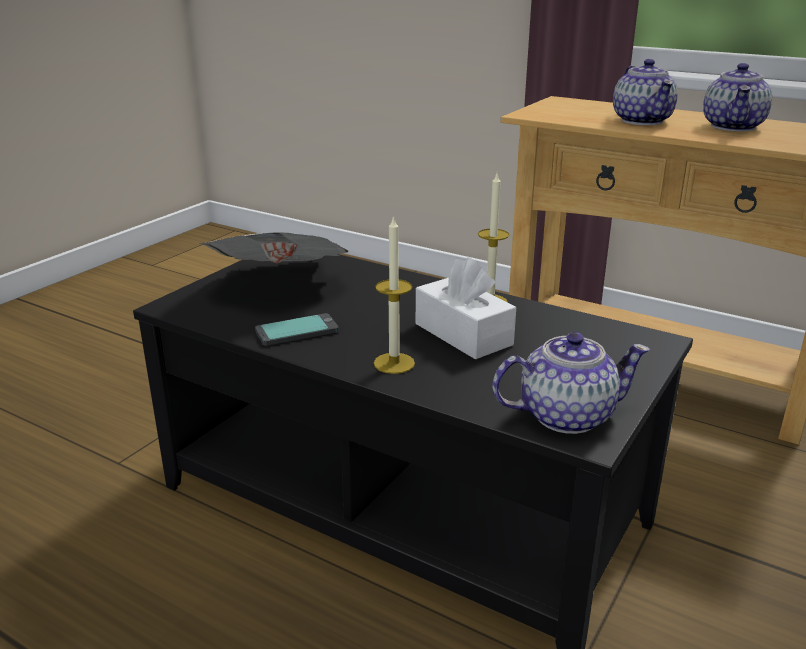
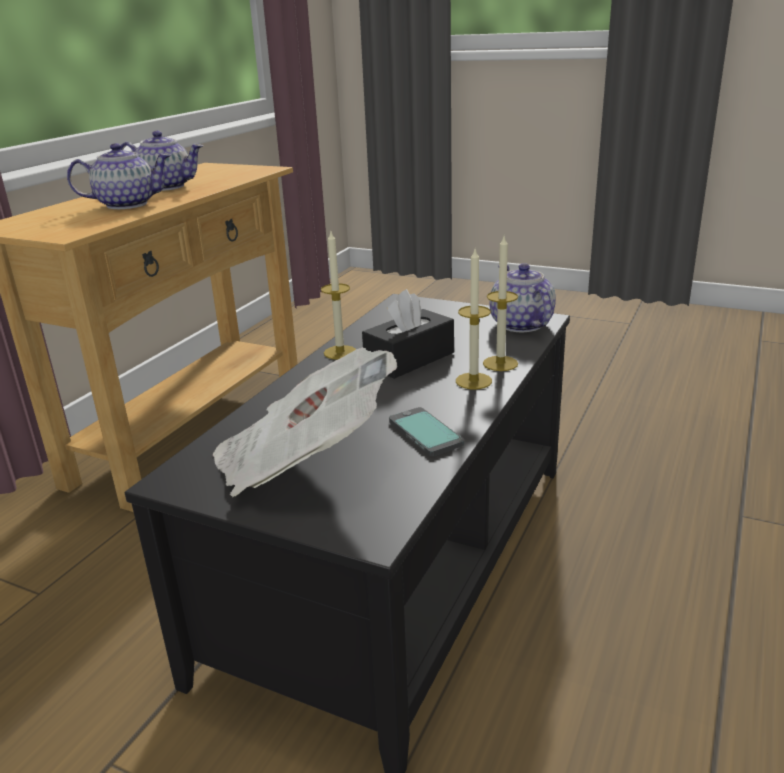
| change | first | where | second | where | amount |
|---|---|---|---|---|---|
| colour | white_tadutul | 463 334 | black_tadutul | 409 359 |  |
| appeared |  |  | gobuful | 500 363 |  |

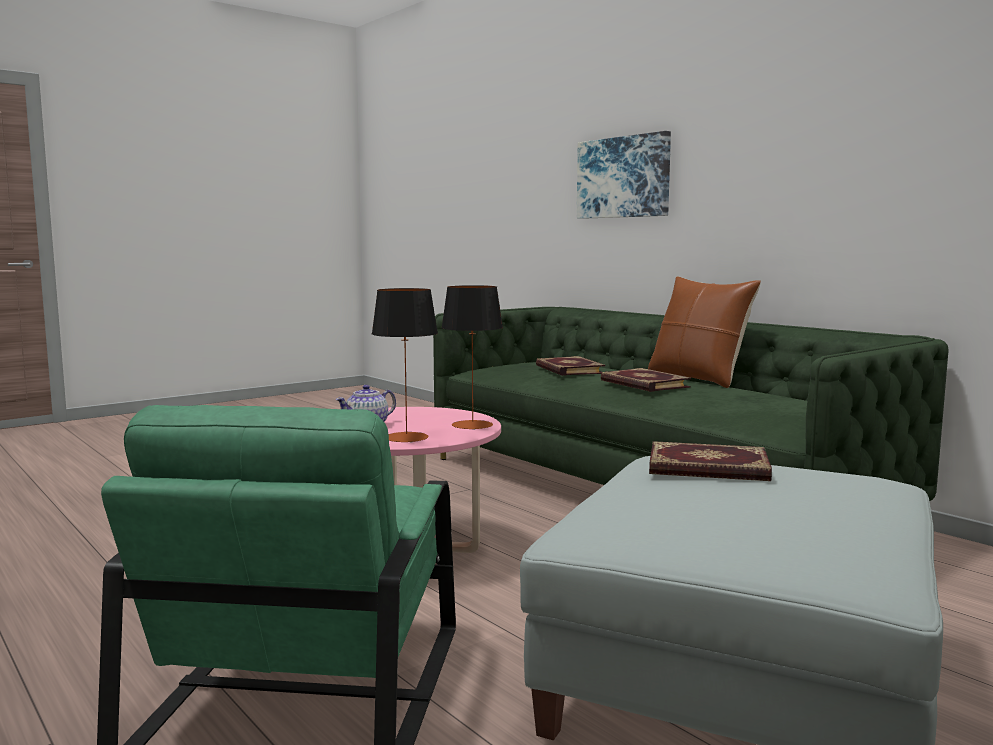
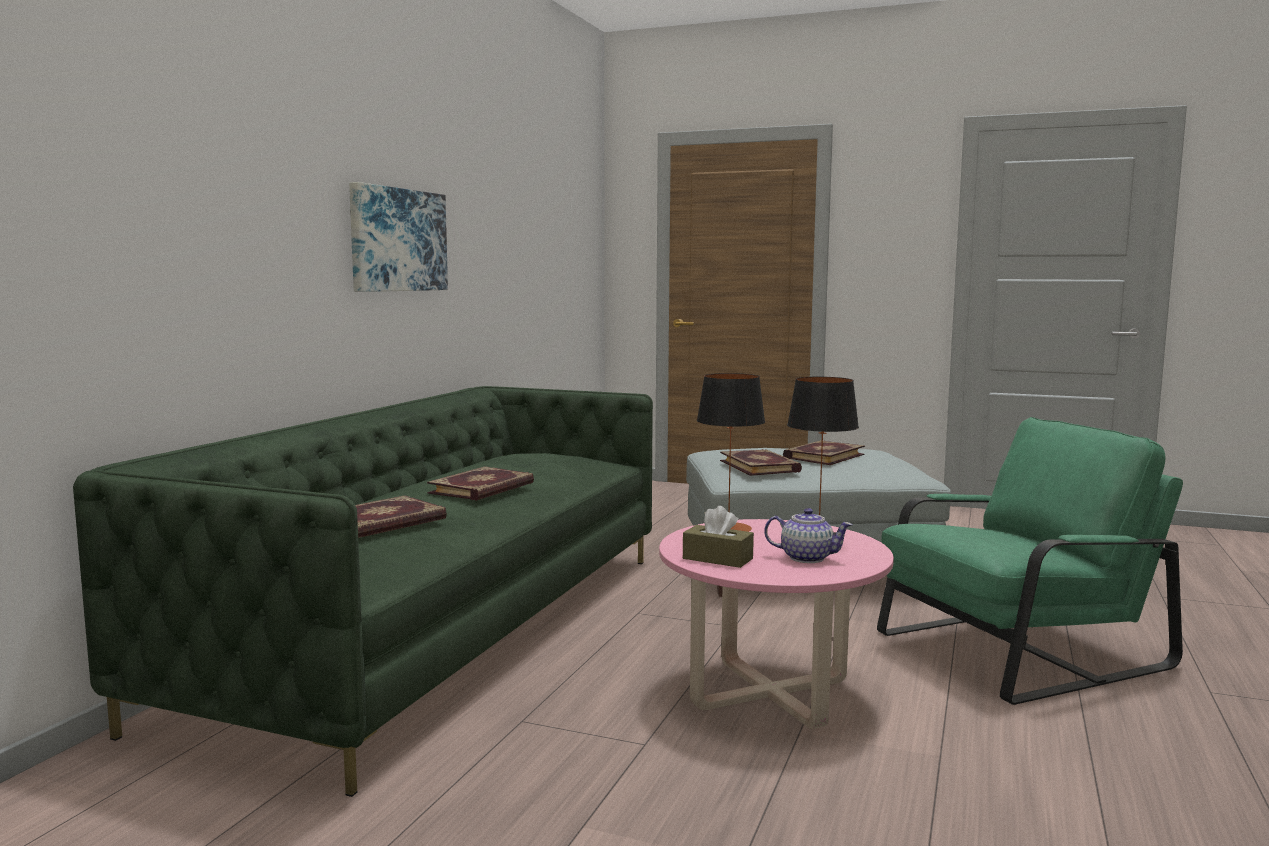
| change | first | where | second | where | amount |
|---|---|---|---|---|---|
| relocated | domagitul | 624 177 |  | 397 240 |  |
| appeared |  |  | brown_tadutul | 717 559 |  |
| appeared |  |  | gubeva | 823 456 |  |
| missing | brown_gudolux | 698 378 |  |  |  |

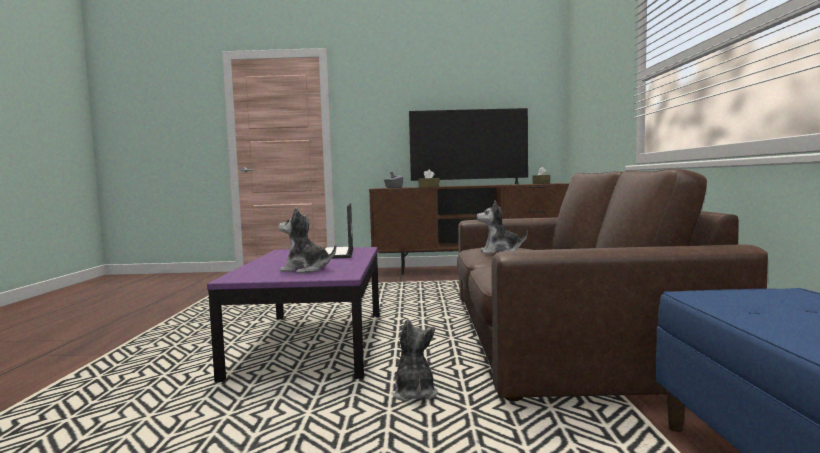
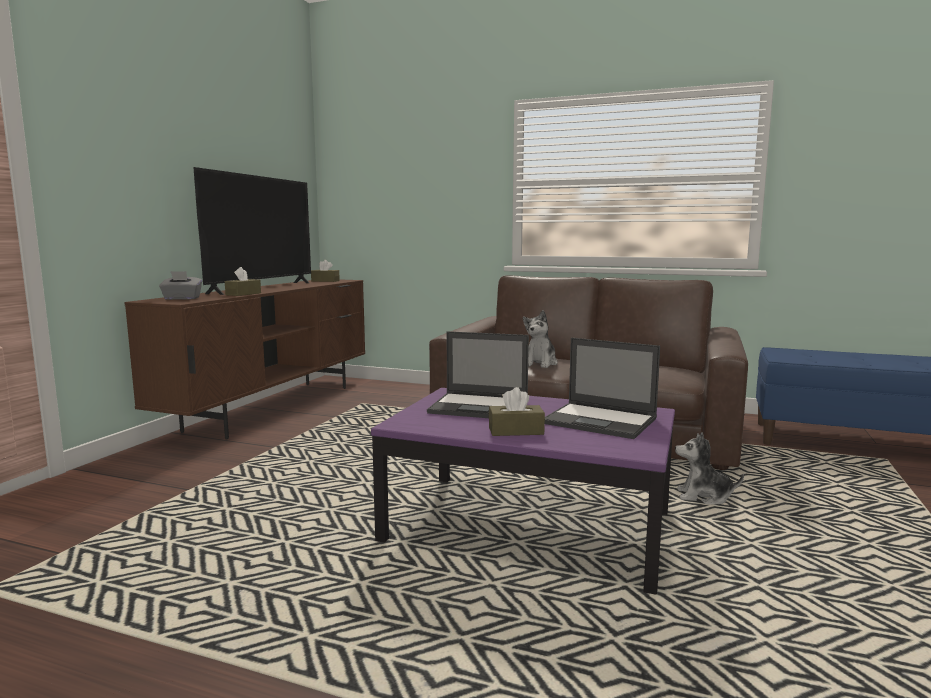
| change | first | where | second | where | amount |
|---|---|---|---|---|---|
| appeared |  |  | brown_tadutul | 516 431 |  |
| exchanged | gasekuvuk | 306 269 | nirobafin | 601 421 |  |

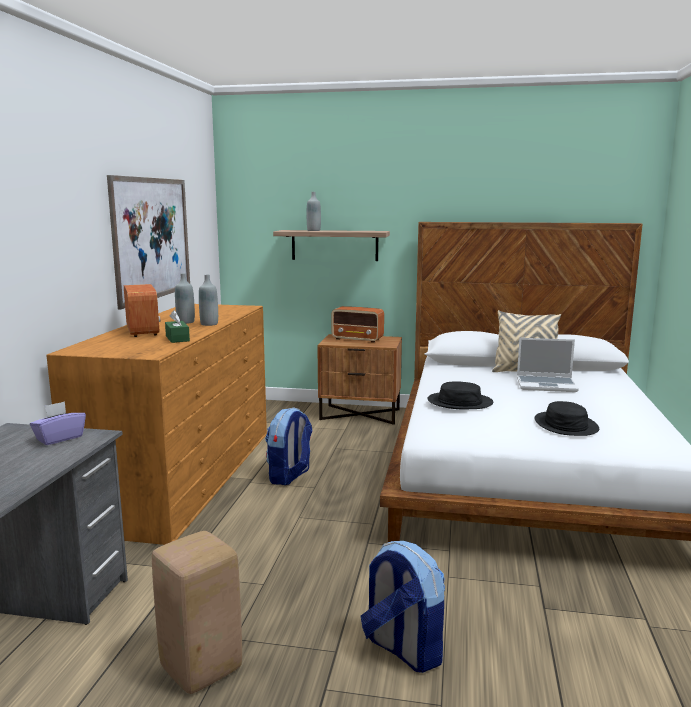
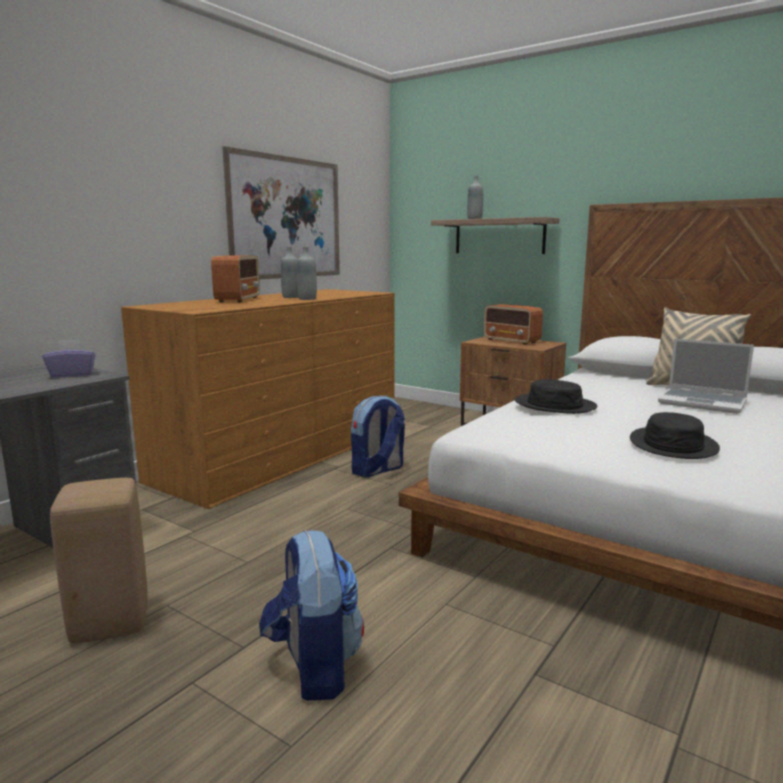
| change | first | where | second | where | amount |
|---|---|---|---|---|---|
| missing | green_tadutul | 177 338 |  |  |  |

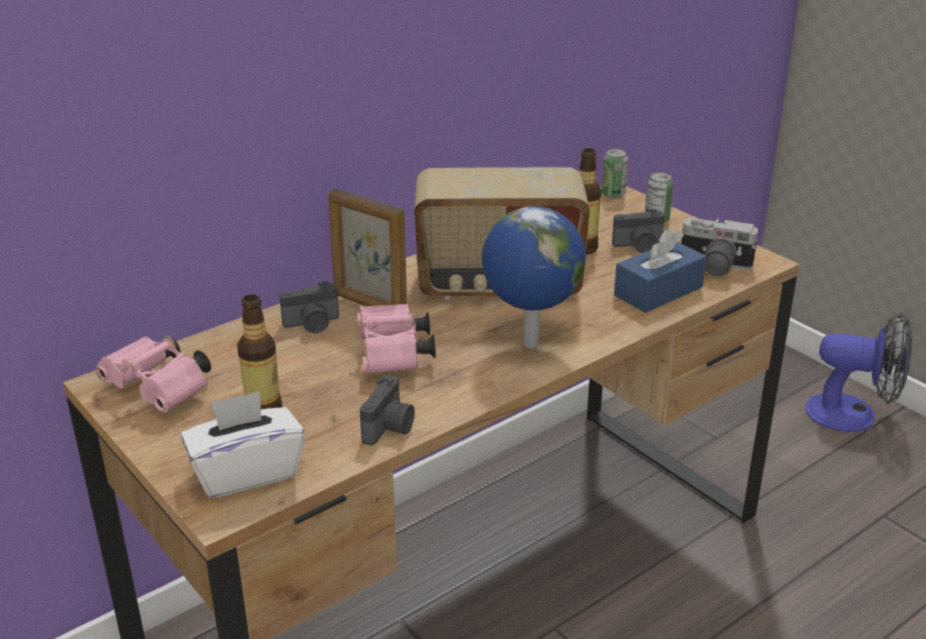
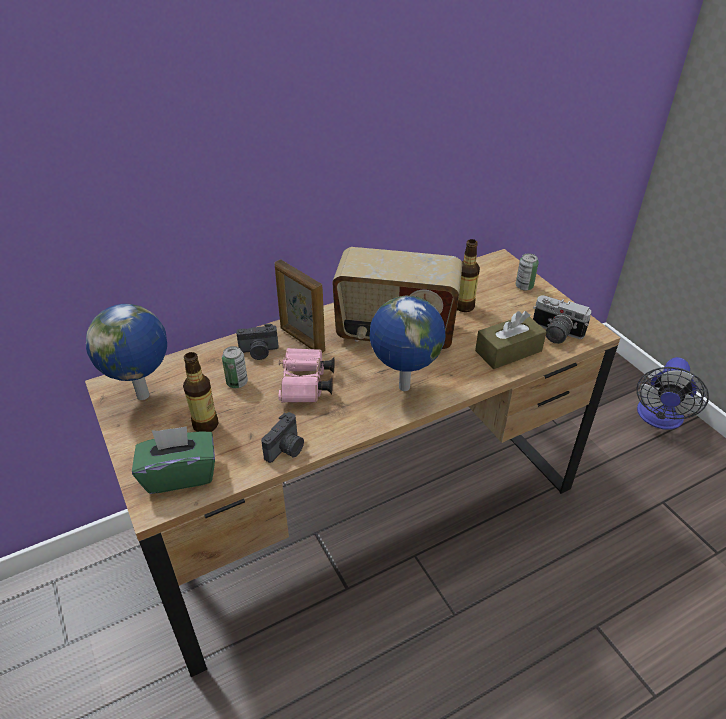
| change | first | where | second | where | amount |
|---|---|---|---|---|---|
| exchanged | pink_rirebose | 161 390 | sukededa | 144 396 |  |
| colour | white_tadutul | 246 472 | green_tadutul | 180 474 |  |
| relocated | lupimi | 613 194 |  | 237 382 |  |
| colour | blue_tadutul | 658 291 | brown_tadutul | 508 351 |  |
| spun | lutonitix | 853 415 |  | 659 418 | 90 degrees clockwise |
| missing | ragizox | 639 246 |  |  |  |

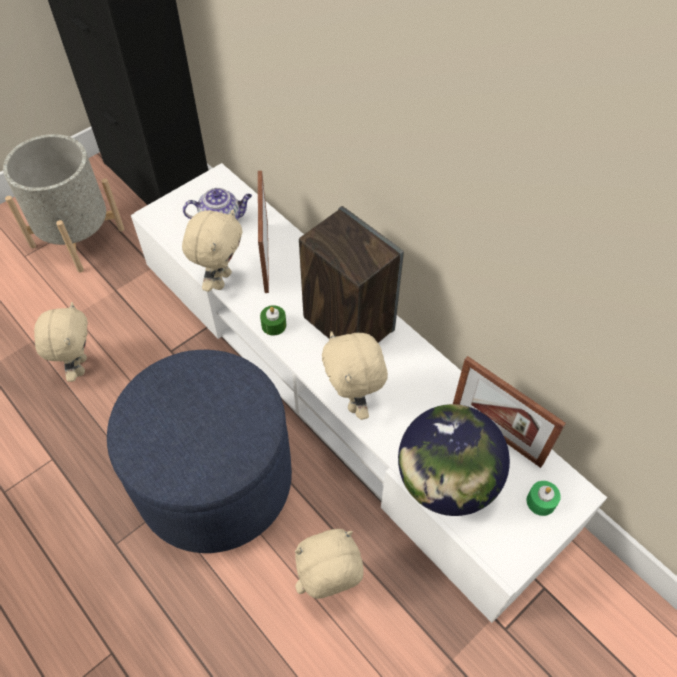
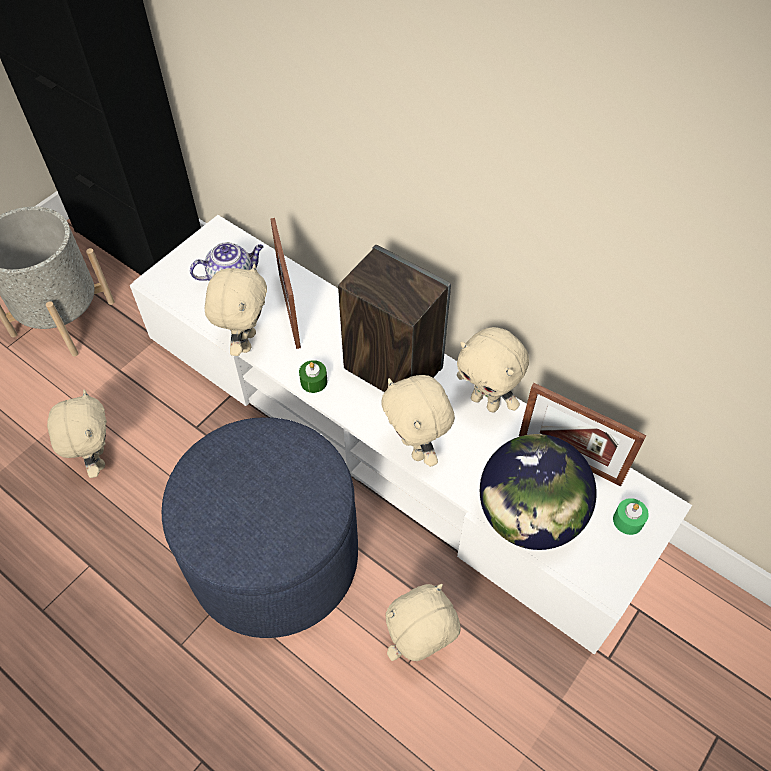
| change | first | where | second | where | amount |
|---|---|---|---|---|---|
| appeared |  |  | beige_gasekuvuk | 486 402 |  |

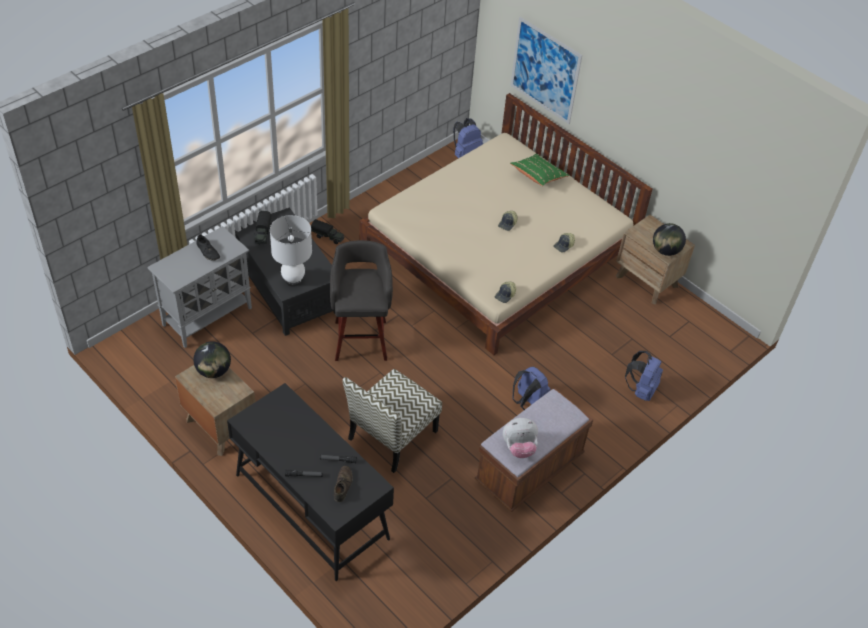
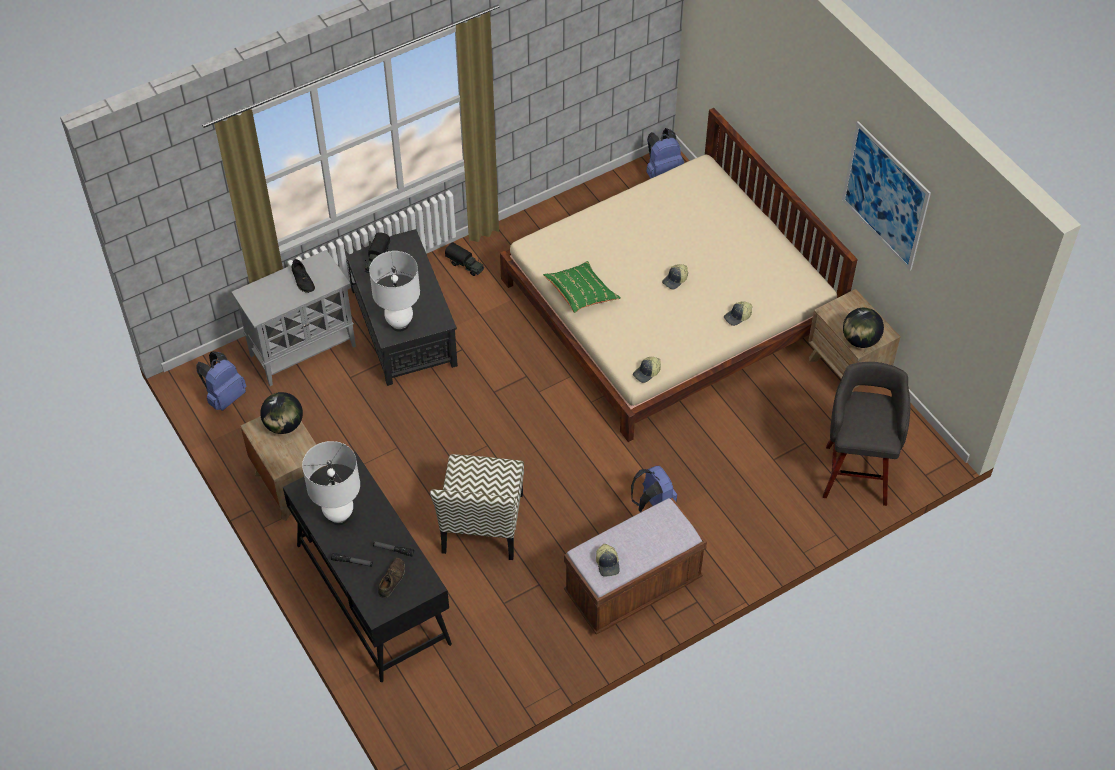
| change | first | where | second | where | amount |
|---|---|---|---|---|---|
| relocated | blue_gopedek | 641 390 |  | 224 397 |  |
| appeared |  |  | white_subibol | 339 516 |  |
| spun | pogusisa | 392 436 |  | 482 525 | 45 degrees counterclockwise |
| relocated | green_gudolux | 538 177 |  | 581 294 |  |
| exchanged | gasekuvuk | 519 448 | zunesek | 608 563 |  |
| relocated | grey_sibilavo | 361 338 |  | 856 472 |  |
| relocated | domagitul | 545 70 |  | 885 196 |  |

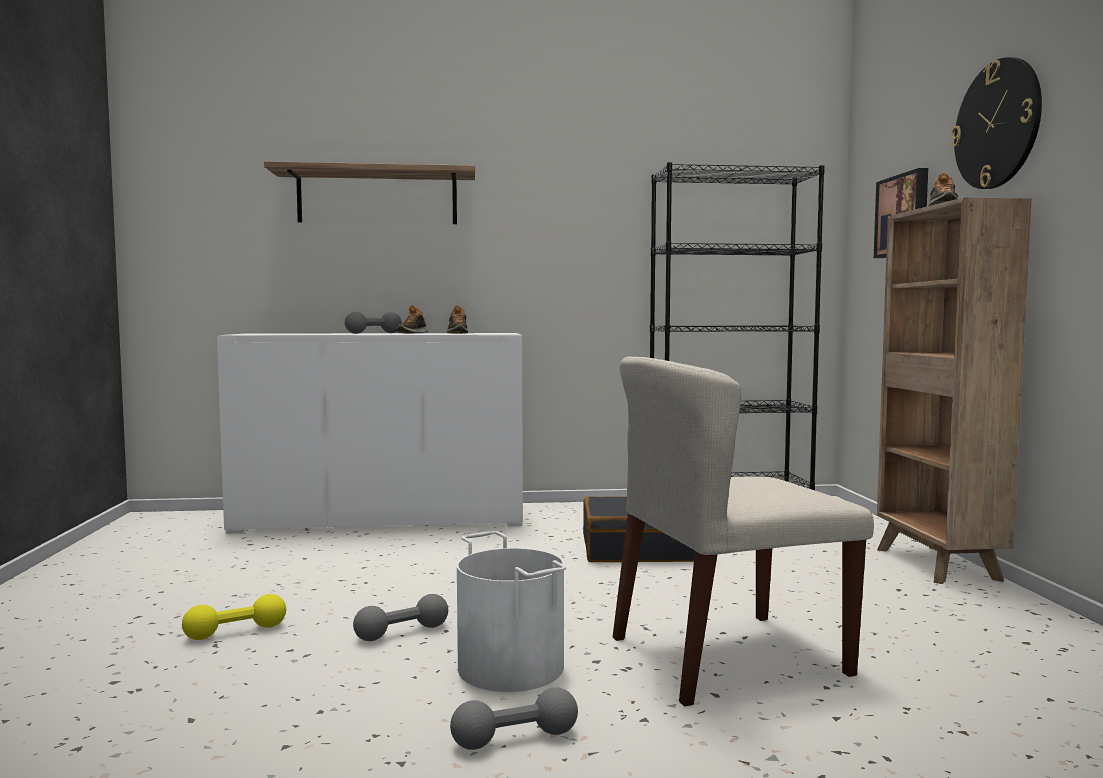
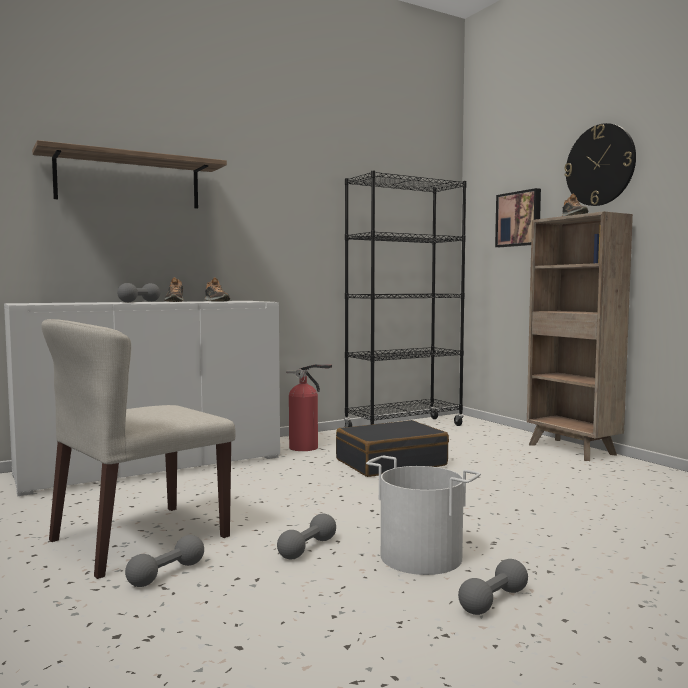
| change | first | where | second | where | amount |
|---|---|---|---|---|---|
| relocated | beige_pogusisa | 727 656 |  | 139 539 |  |
| colour | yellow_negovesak | 236 632 | grey_negovesak | 166 574 |  |
| appeared |  |  | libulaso | 306 448 |  |

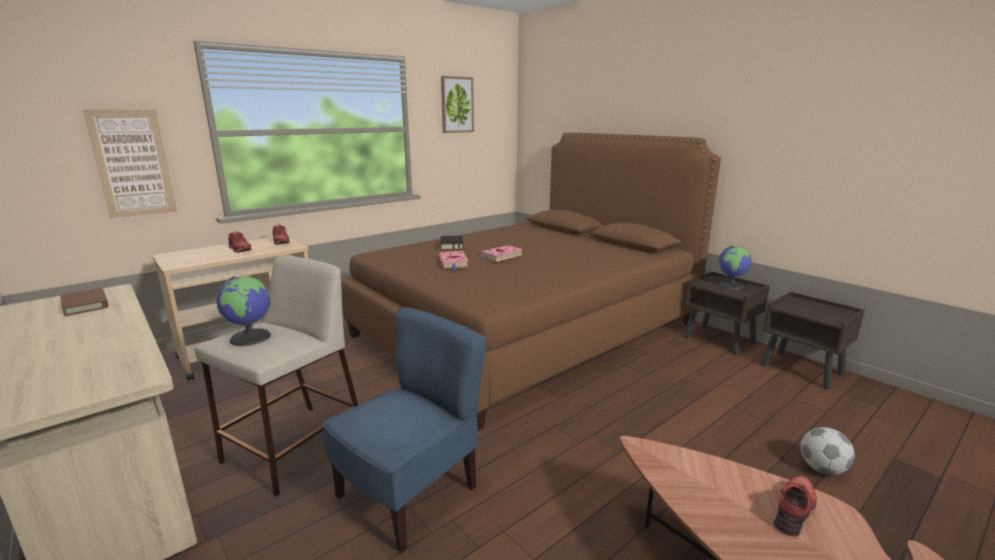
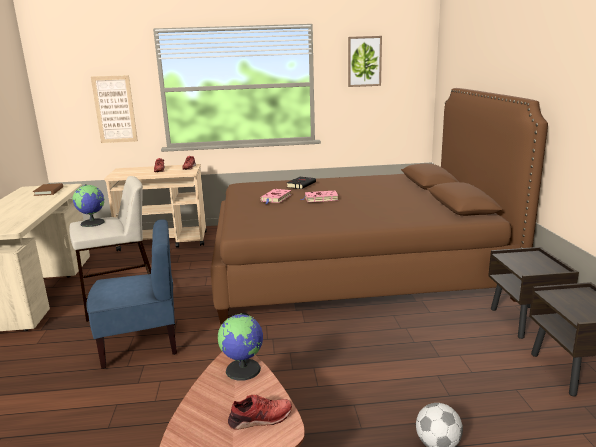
| change | first | where | second | where | amount |
|---|---|---|---|---|---|
| relocated | sukededa | 731 285 |  | 244 369 |  |

